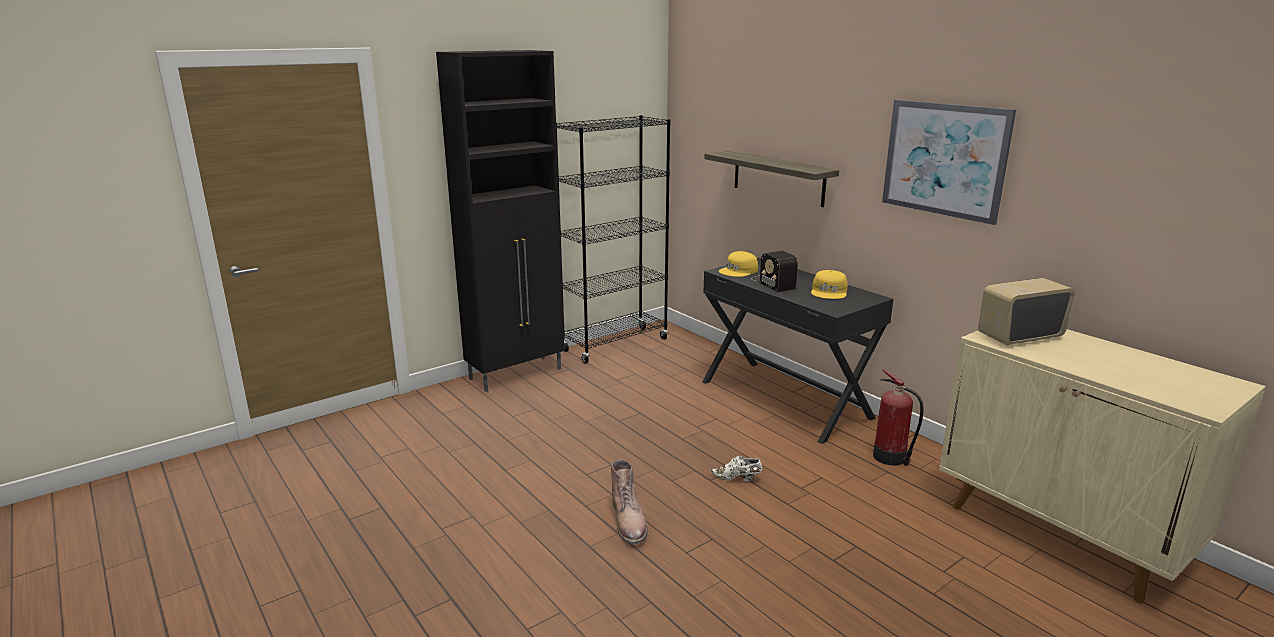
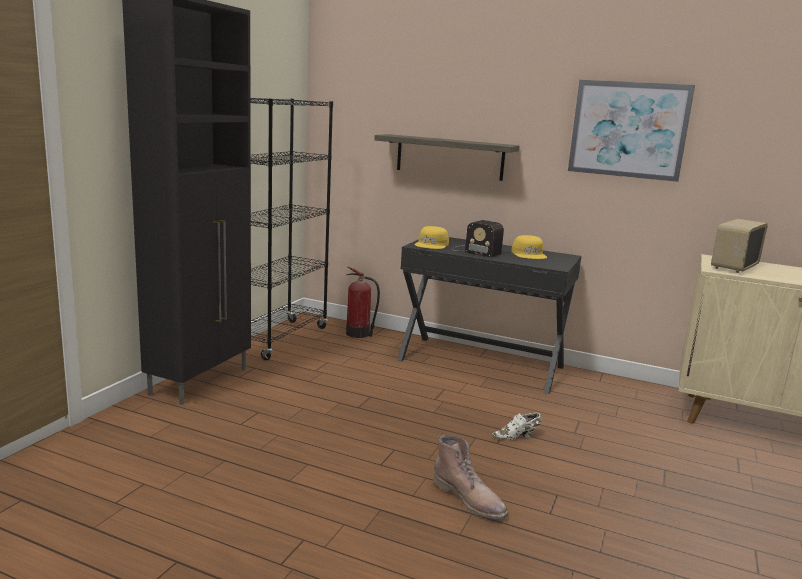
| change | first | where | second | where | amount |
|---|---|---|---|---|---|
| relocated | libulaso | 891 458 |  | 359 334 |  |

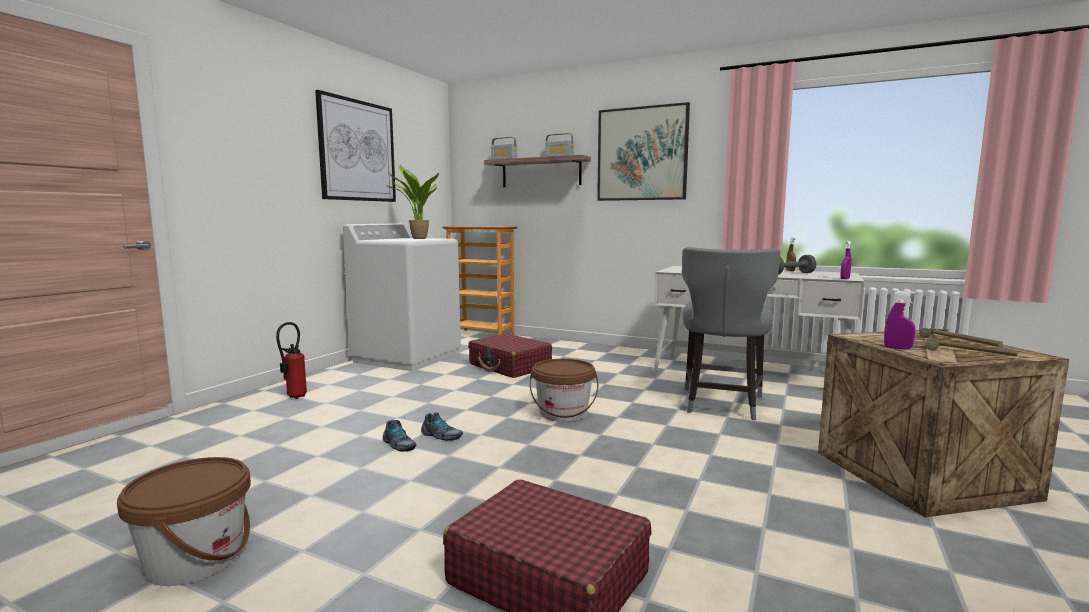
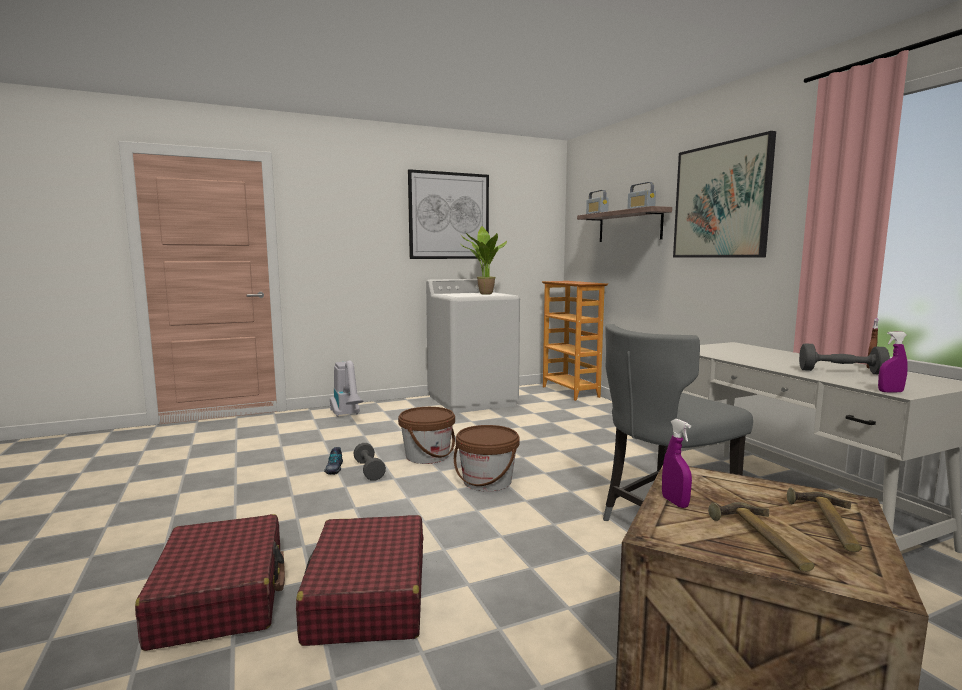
| change | first | where | second | where | amount |
|---|---|---|---|---|---|
| relocated | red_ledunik | 510 366 |  | 367 596 |  |
| exchanged | libulaso | 293 397 | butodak | 347 415 |  |
| exchanged | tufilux | 441 436 | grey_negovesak | 369 470 |  |
| relocated | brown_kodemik | 195 559 |  | 427 456 |  |

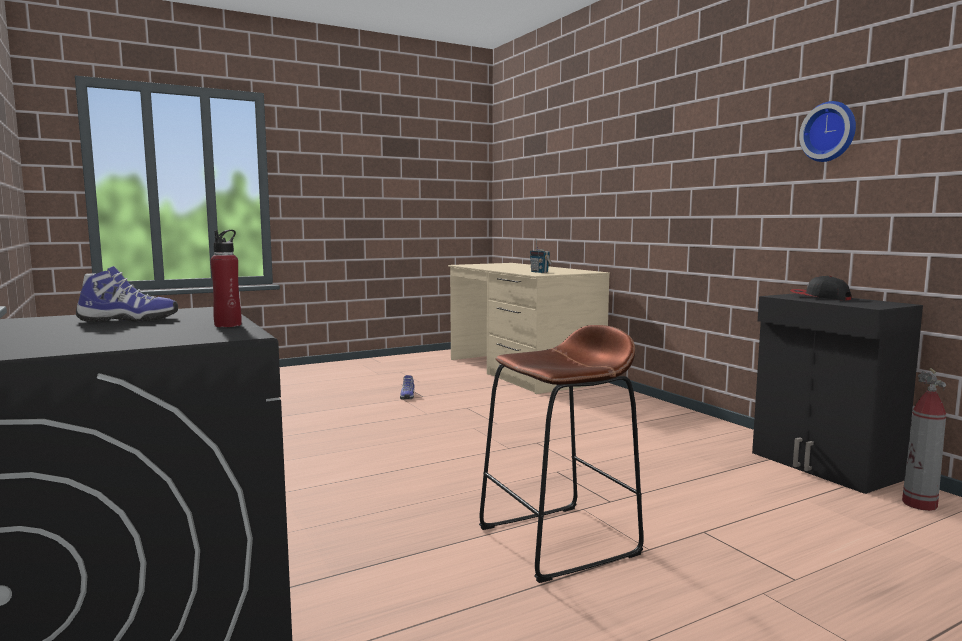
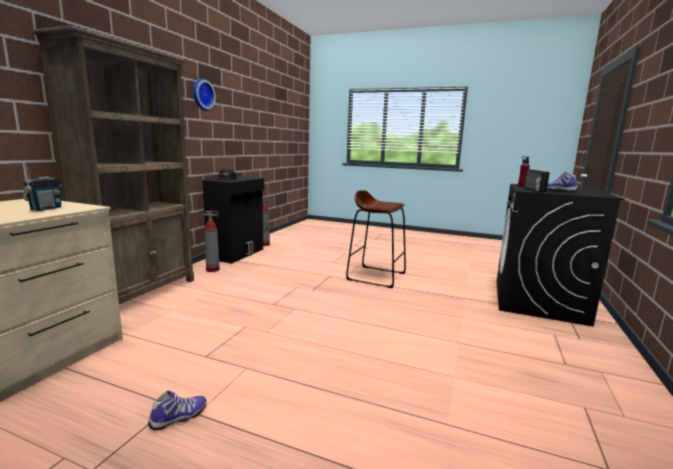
| change | first | where | second | where | amount |
|---|---|---|---|---|---|
| appeared |  |  | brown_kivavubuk | 142 293 |  |
| appeared |  |  | libulaso | 212 270 |  |
| appeared |  |  | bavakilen | 533 190 |  |

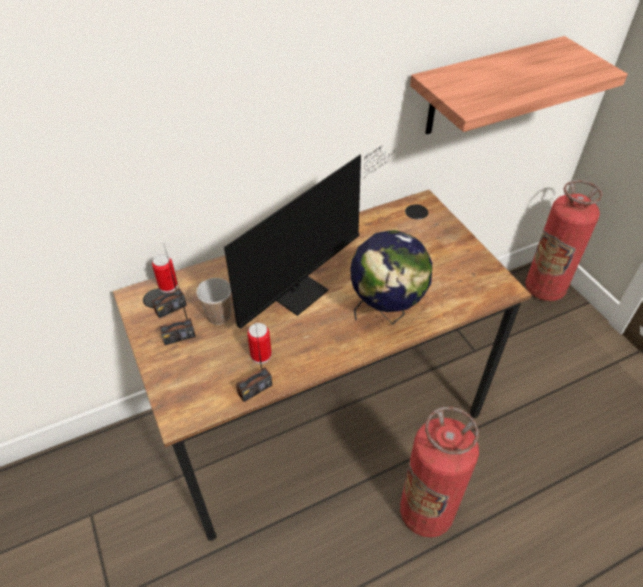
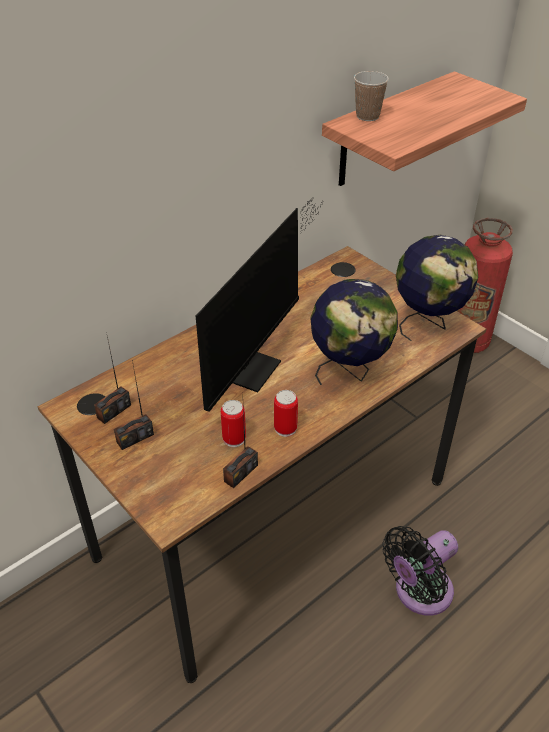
| change | first | where | second | where | amount |
|---|---|---|---|---|---|
| relocated | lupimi | 168 286 |  | 285 428 |  |
| relocated | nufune | 219 316 |  | 367 116 |  |
| exchanged | libulaso | 426 512 | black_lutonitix | 419 592 |  |
| appeared |  |  | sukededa | 428 324 |  |

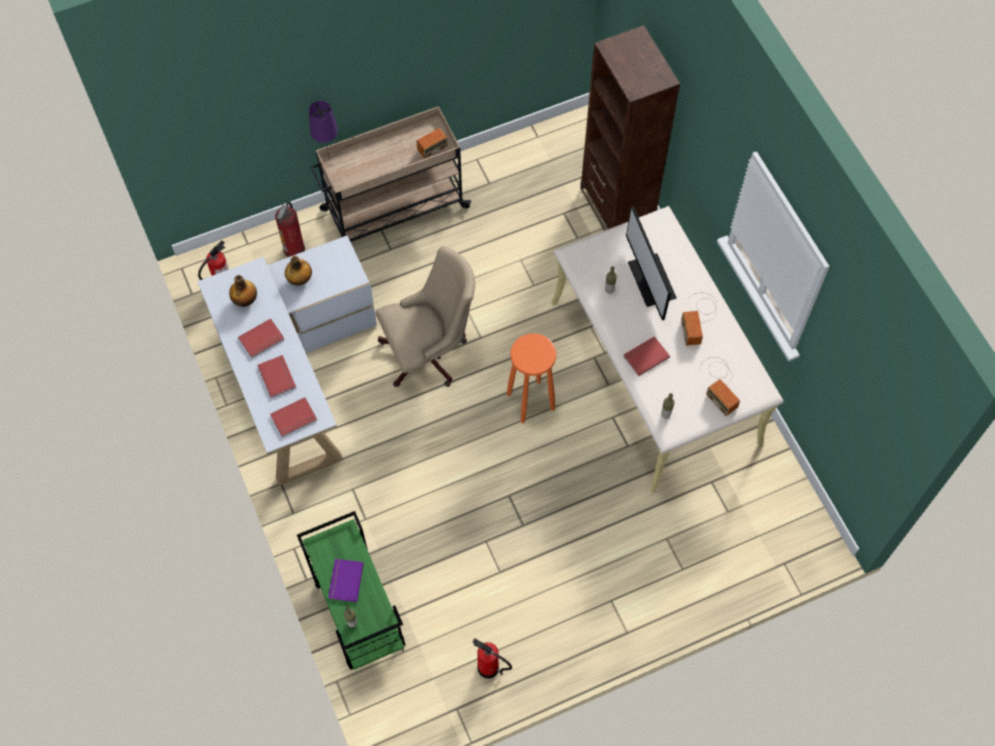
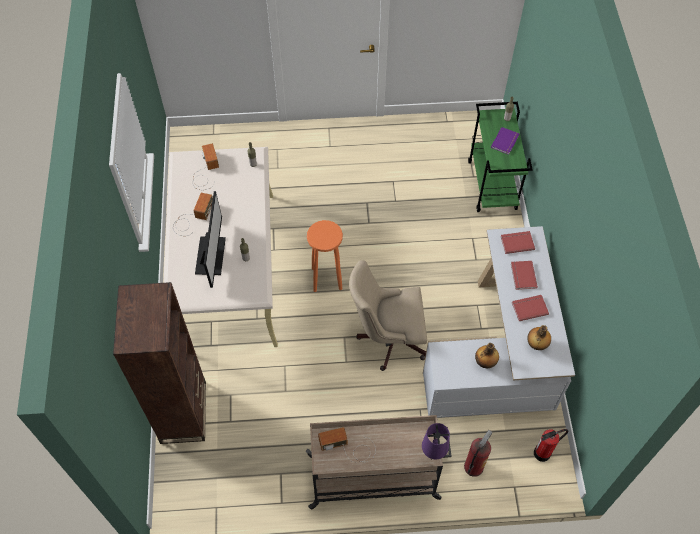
| change | first | where | second | where | amount |
|---|---|---|---|---|---|
| missing | libulaso | 488 668 |  |  |  |
| missing | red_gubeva | 645 356 |  |  |  |

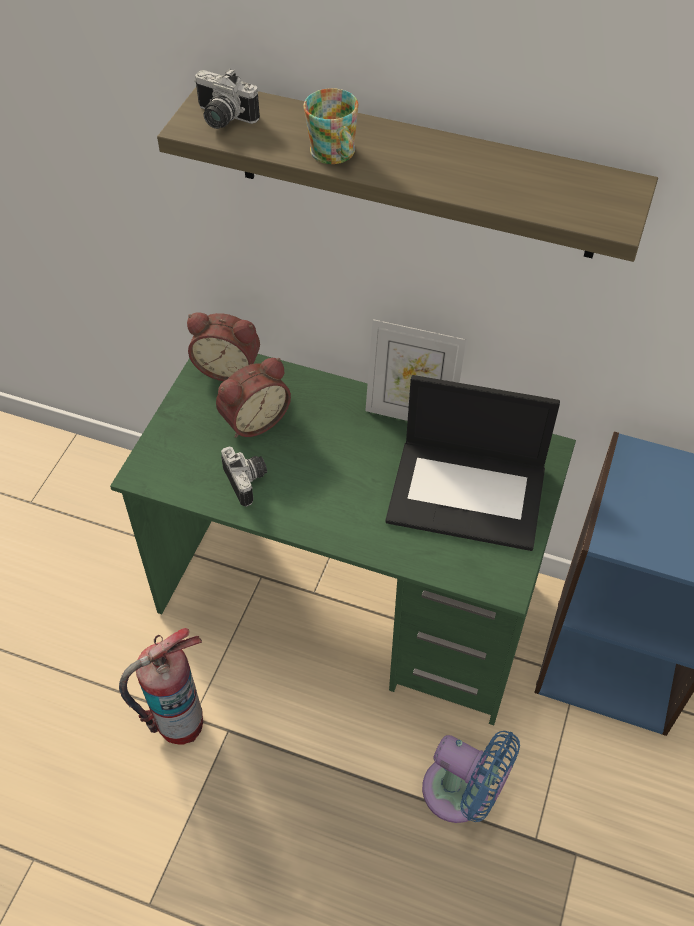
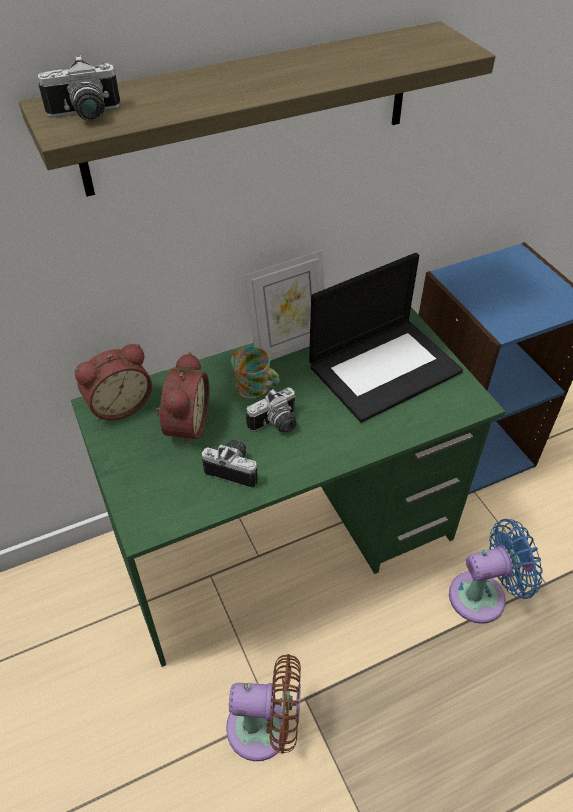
| change | first | where | second | where | amount |
|---|---|---|---|---|---|
| exchanged | libulaso | 179 723 | brown_lutonitix | 265 728 |  |
| relocated | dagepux | 334 155 |  | 256 389 |  |
| appeared |  |  | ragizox | 276 425 |  |

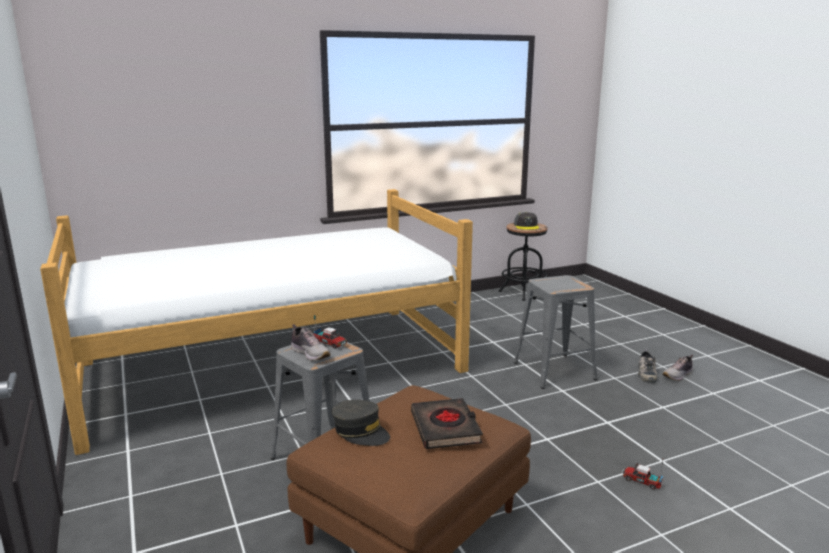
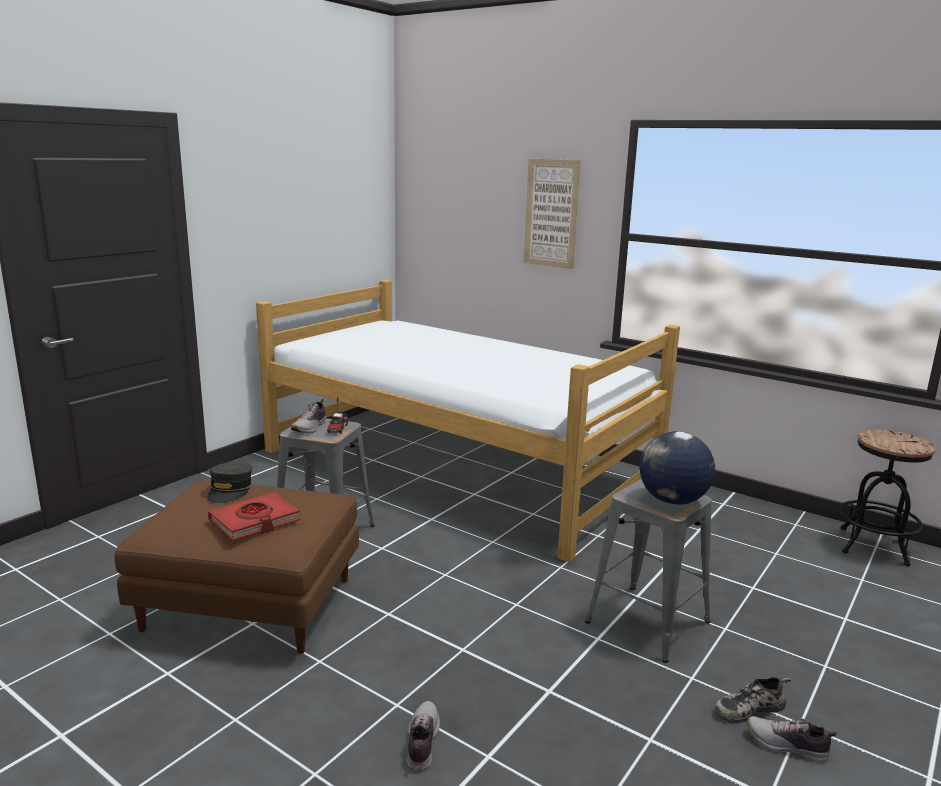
| change | first | where | second | where | amount |
|---|---|---|---|---|---|
| colour | black_gubeva | 446 428 | red_gubeva | 254 521 |  |
| exchanged | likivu | 641 481 | tufilux | 421 742 |  |
| appeared |  |  | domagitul | 551 213 |  |
| appeared |  |  | sukededa | 672 500 |  |
| missing | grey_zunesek | 526 226 |  |  |  |

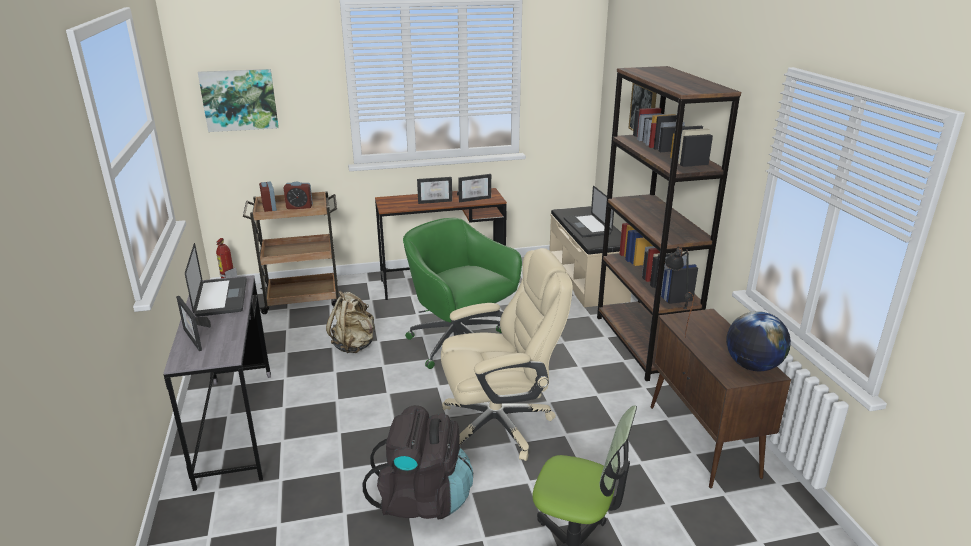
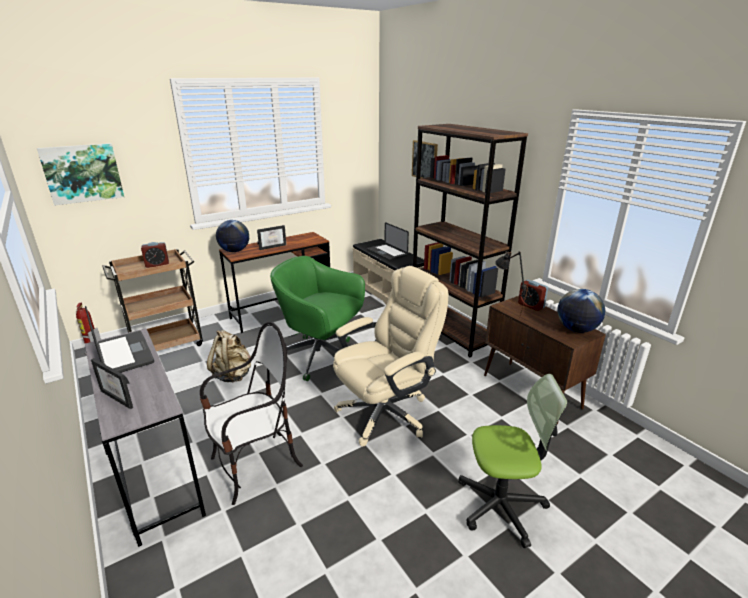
| change | first | where | second | where | amount |
|---|---|---|---|---|---|
| appeared |  |  | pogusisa | 256 465 |  |
| appeared |  |  | sukededa | 234 251 |  |
| relocated | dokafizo | 269 208 |  | 531 305 |  |
| missing | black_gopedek | 422 499 |  |  |  |
| missing | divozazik | 474 198 |  |  |  |

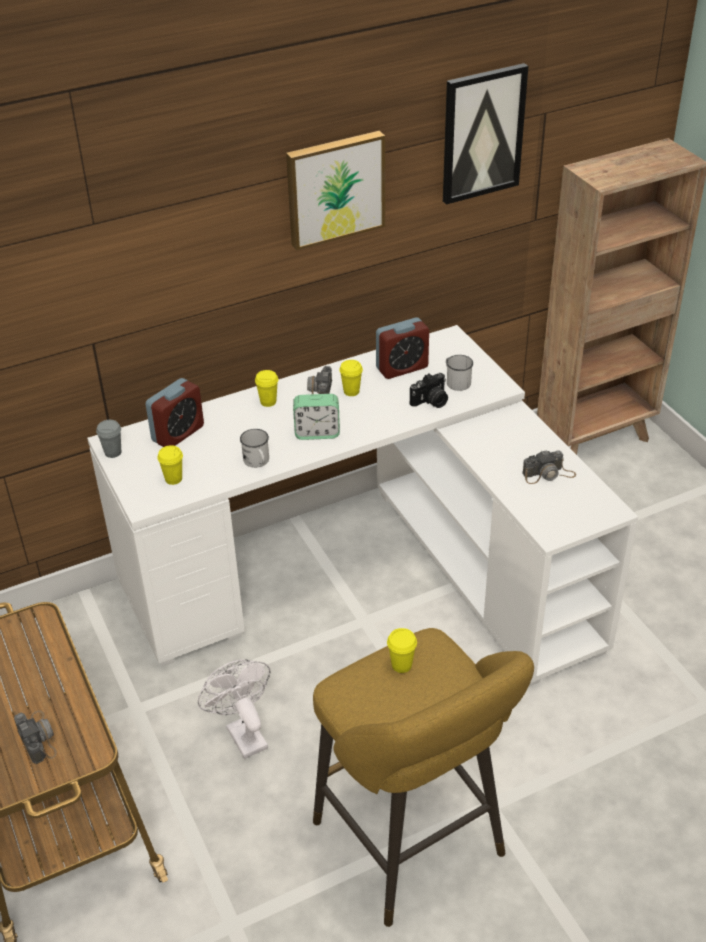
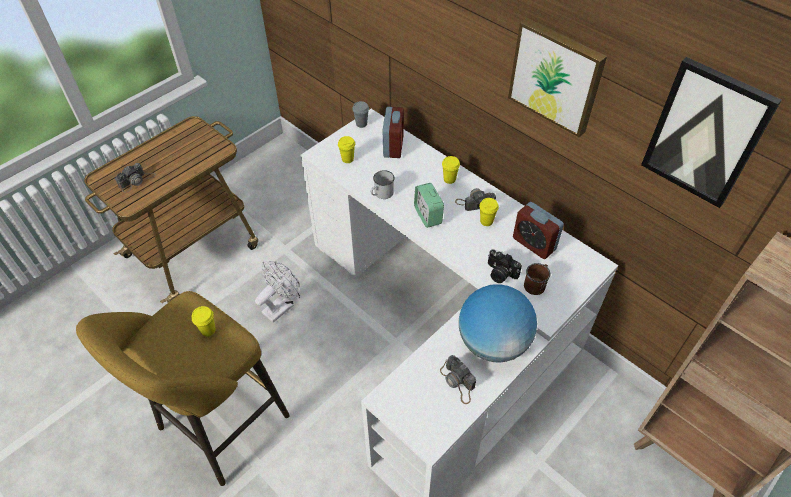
| change | first | where | second | where | amount |
|---|---|---|---|---|---|
| spun | dokafizo | 178 433 |  | 393 146 | 105 degrees counterclockwise |
| appeared |  |  | sukededa | 493 343 |  |
| colour | white_dagepux | 456 381 | brown_dagepux | 536 284 |  |

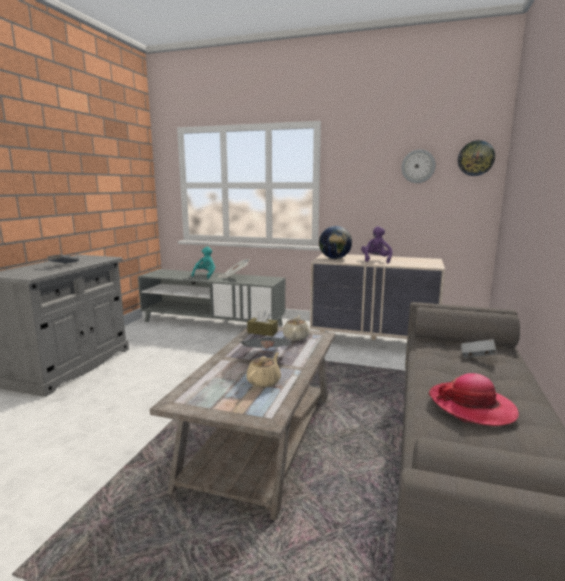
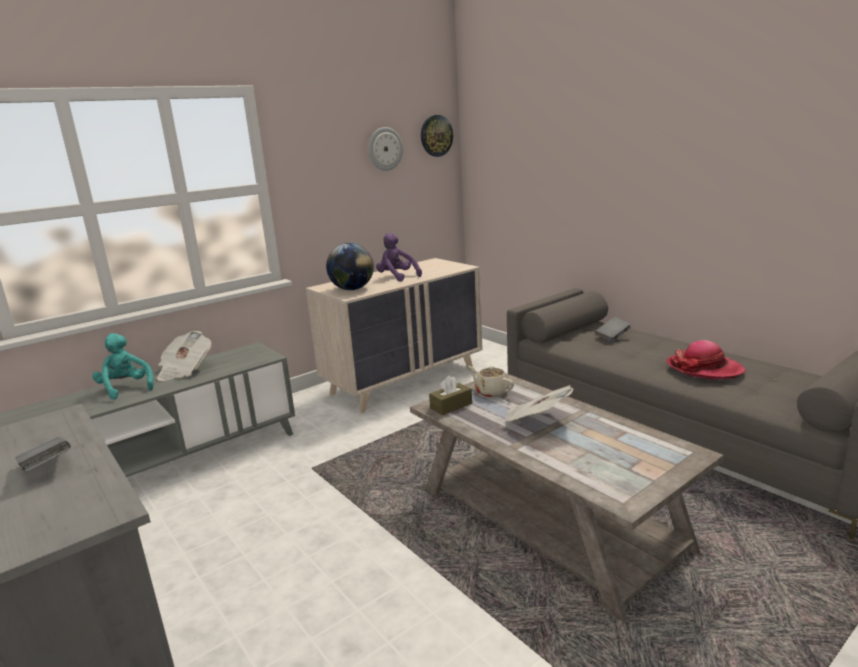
| change | first | where | second | where | amount |
|---|---|---|---|---|---|
| missing | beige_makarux | 264 382 |  |  |  |

